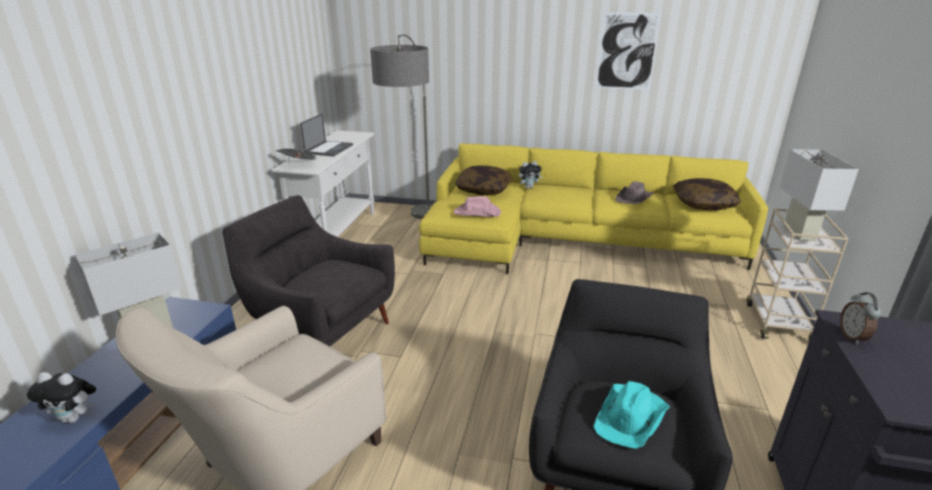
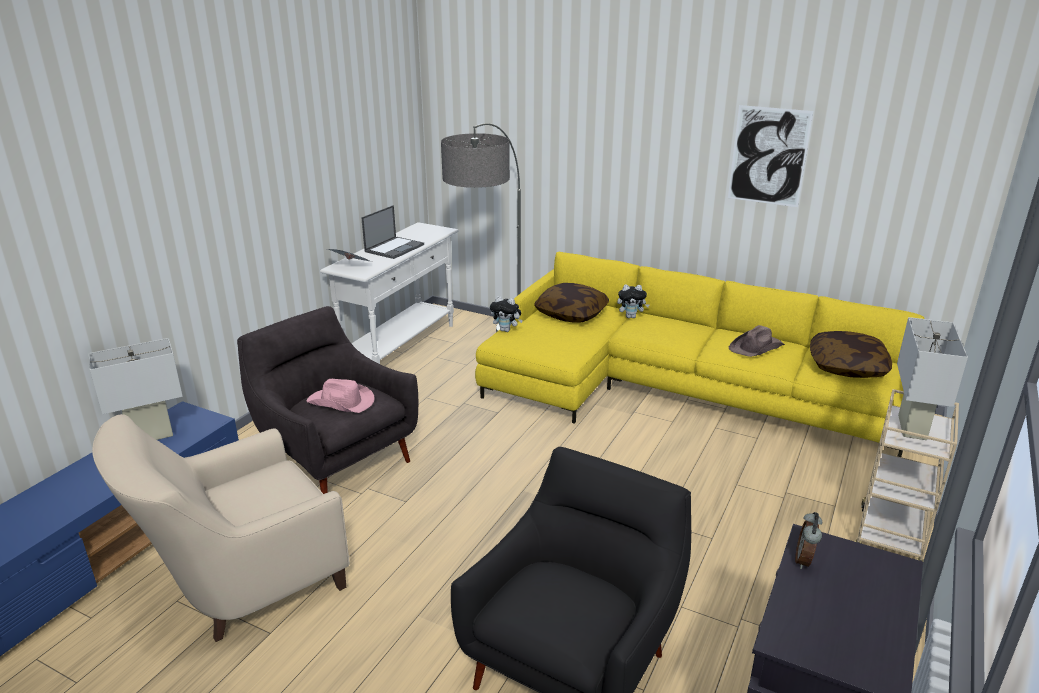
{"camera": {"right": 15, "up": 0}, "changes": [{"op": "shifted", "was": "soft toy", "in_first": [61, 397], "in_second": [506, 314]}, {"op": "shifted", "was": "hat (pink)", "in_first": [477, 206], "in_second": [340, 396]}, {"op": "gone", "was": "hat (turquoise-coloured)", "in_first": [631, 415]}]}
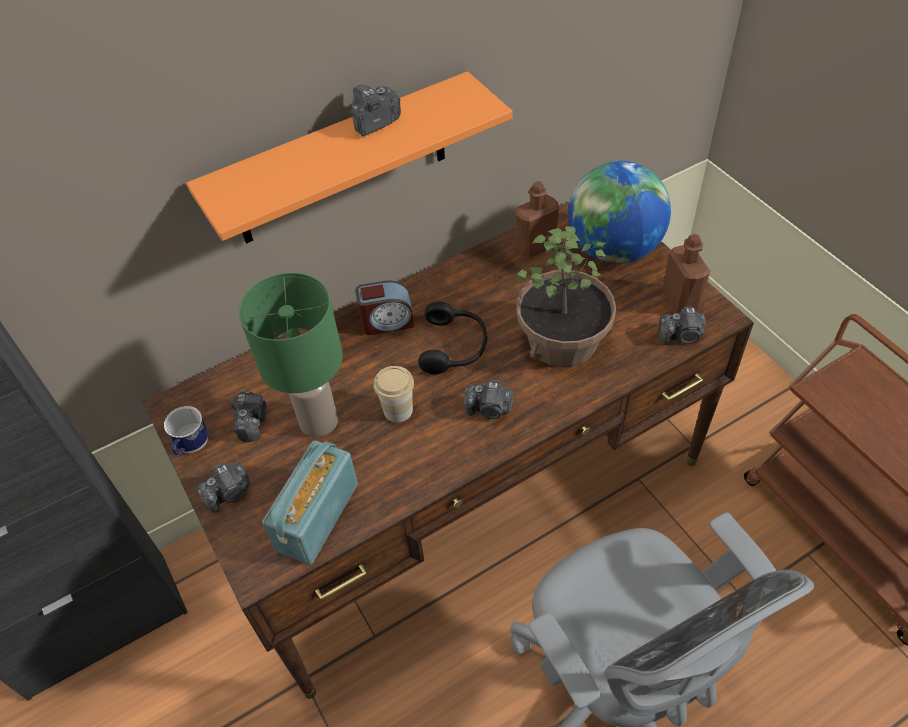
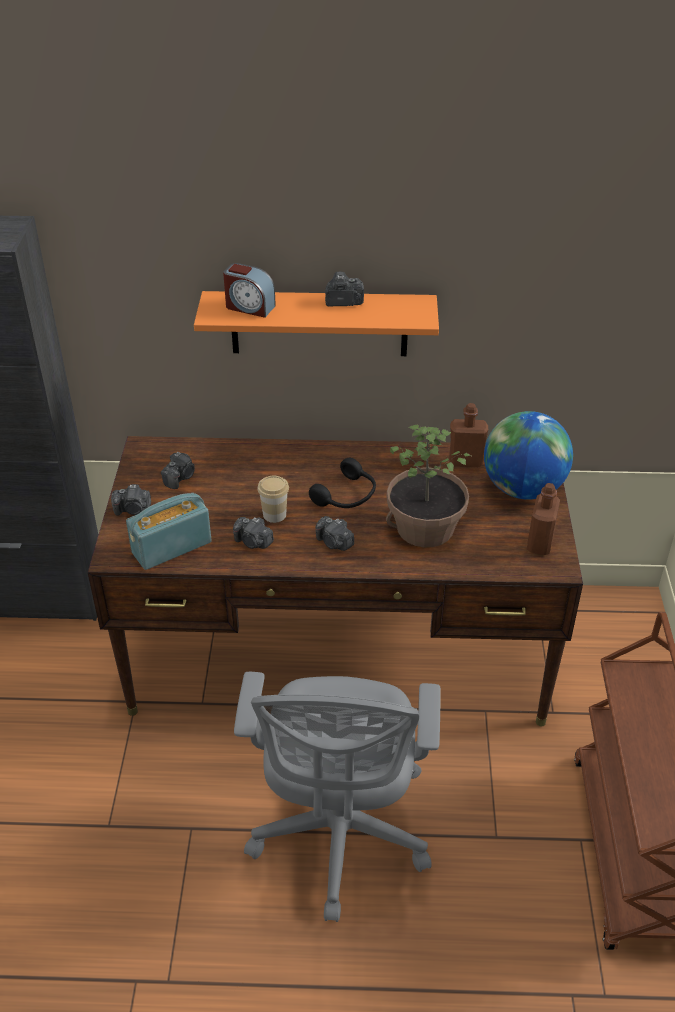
{"camera": {"right": 30, "up": -10}, "changes": [{"op": "gone", "was": "coffee mug", "in_first": [186, 430]}, {"op": "gone", "was": "lamp for a table (greenish)", "in_first": [291, 355]}, {"op": "shifted", "was": "alarm clock", "in_first": [384, 307], "in_second": [249, 290]}, {"op": "shifted", "was": "still camera", "in_first": [682, 326], "in_second": [253, 533]}]}
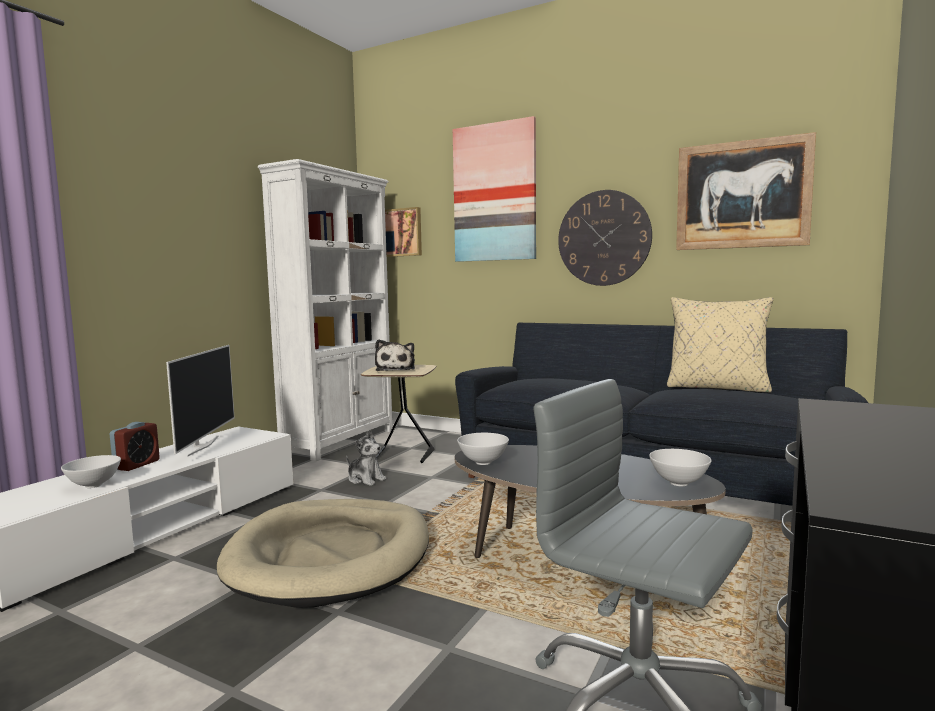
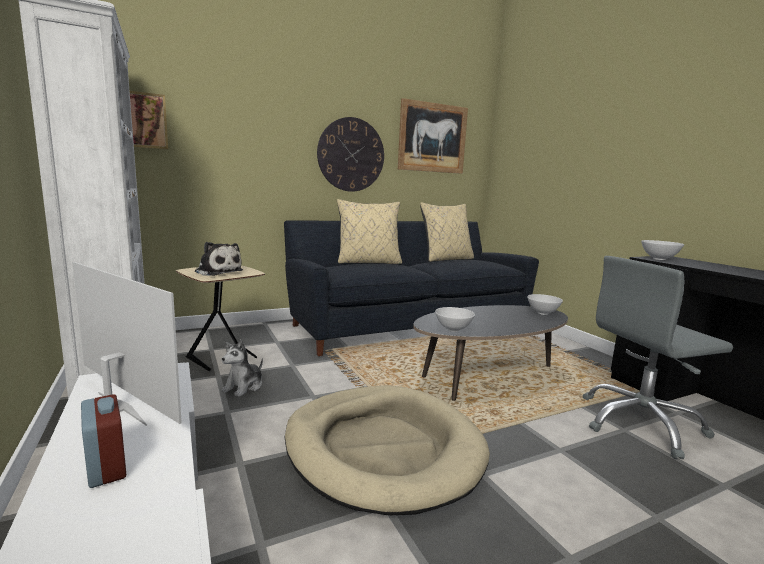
{"camera": {"right": -55, "up": 5}, "changes": [{"op": "shifted", "was": "bowl (whitish)", "in_first": [91, 471], "in_second": [662, 250]}, {"op": "rotated", "was": "soft toy", "in_first": [366, 457], "in_second": [242, 368], "clockwise": 135}, {"op": "gone", "was": "wall picture", "in_first": [494, 189]}, {"op": "new", "now": "throw pillow (beige)", "in_second": [369, 231]}]}
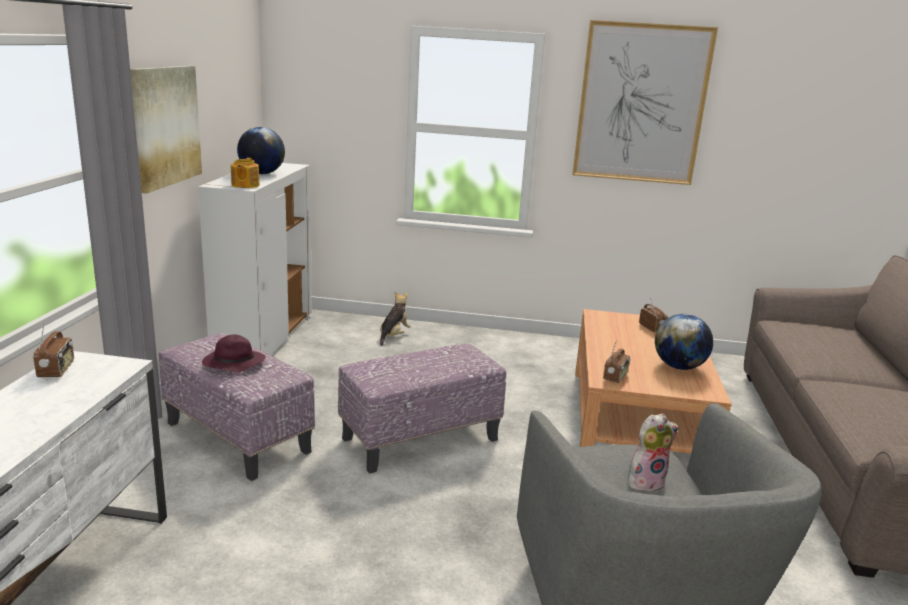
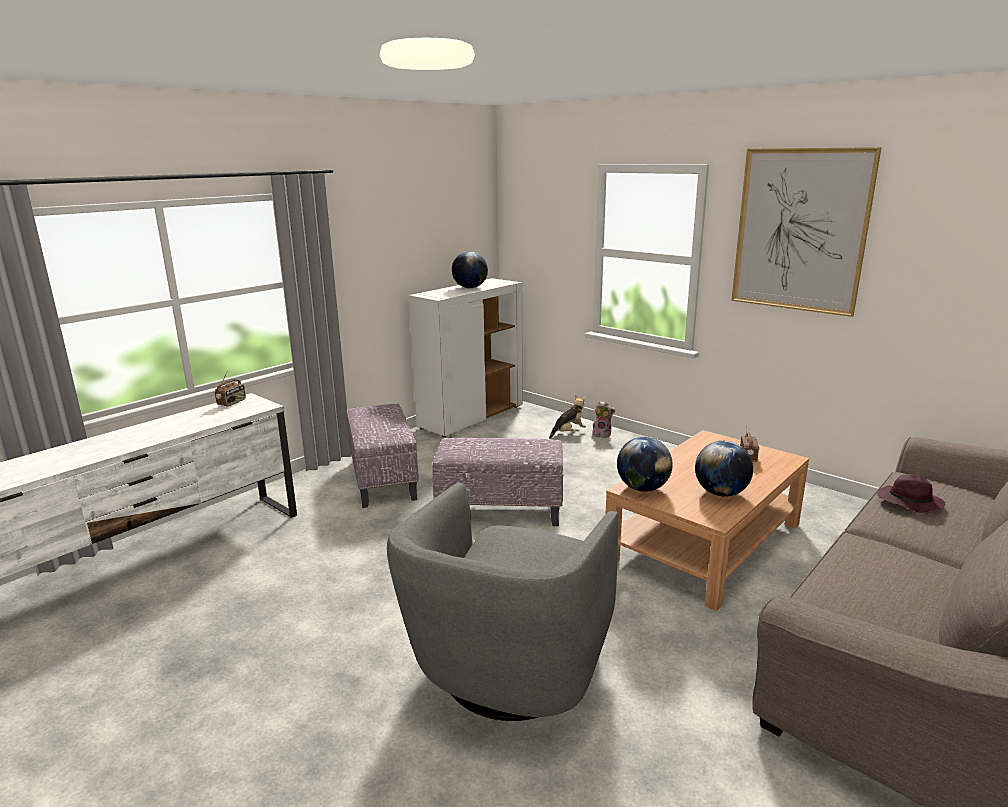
{"camera": {"right": 35, "up": 0}, "changes": [{"op": "gone", "was": "wall picture", "in_first": [166, 130]}, {"op": "shifted", "was": "hat (purple-coloured)", "in_first": [234, 354], "in_second": [911, 493]}, {"op": "gone", "was": "tea pot", "in_first": [245, 173]}, {"op": "swapped", "was": "radio set", "now": "desk globe", "in_first": [616, 361], "in_second": [645, 464]}, {"op": "shifted", "was": "soft toy", "in_first": [653, 453], "in_second": [603, 419]}]}
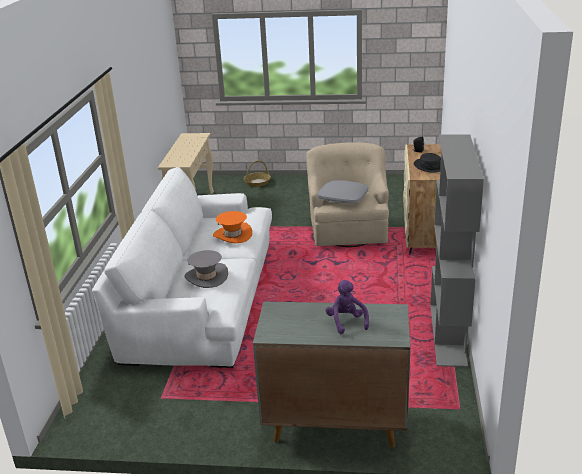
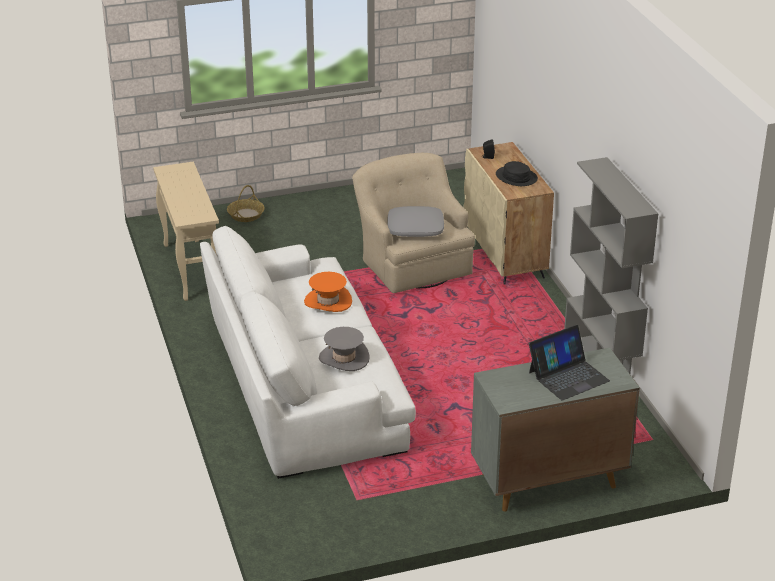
{"camera": {"right": -25, "up": 5}, "changes": [{"op": "swapped", "was": "soft toy (purple-coloured)", "now": "laptop", "in_first": [347, 307], "in_second": [569, 363]}]}
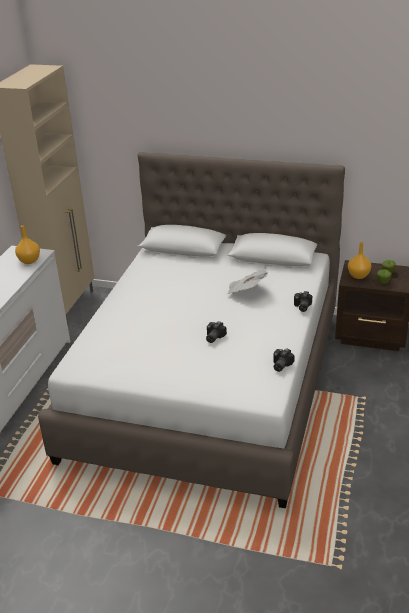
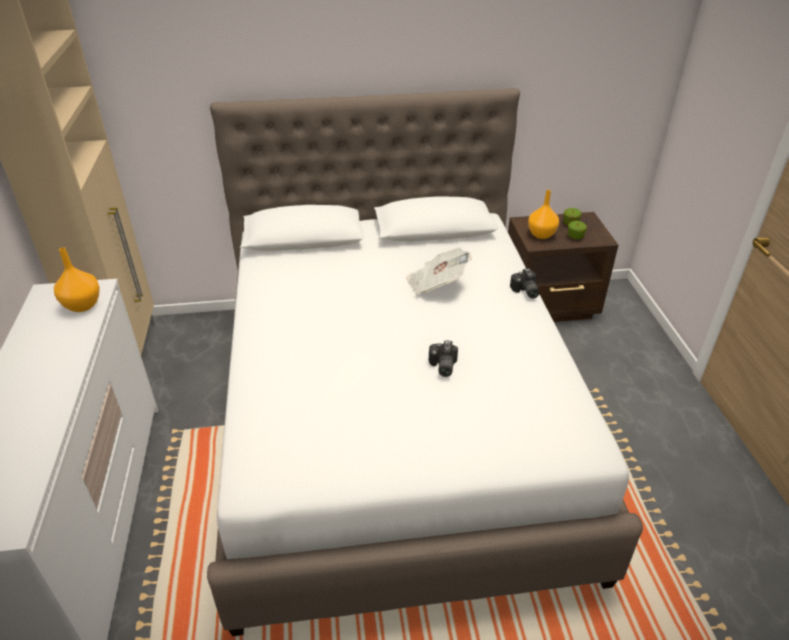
{"camera": {"right": -25, "up": 5}, "changes": [{"op": "gone", "was": "still camera", "in_first": [284, 360]}]}
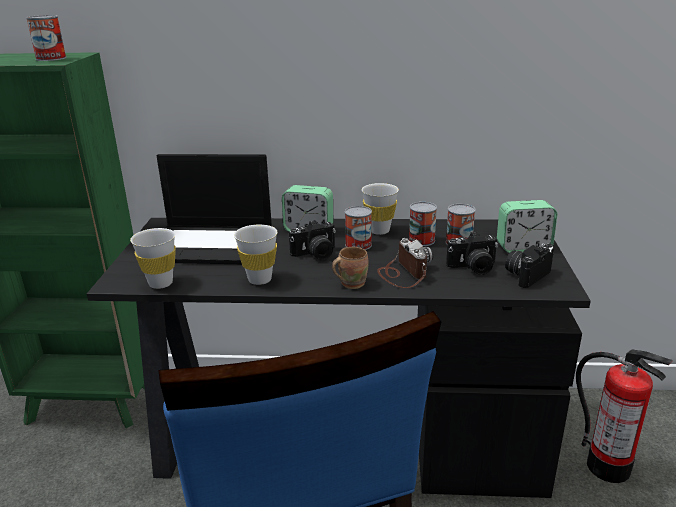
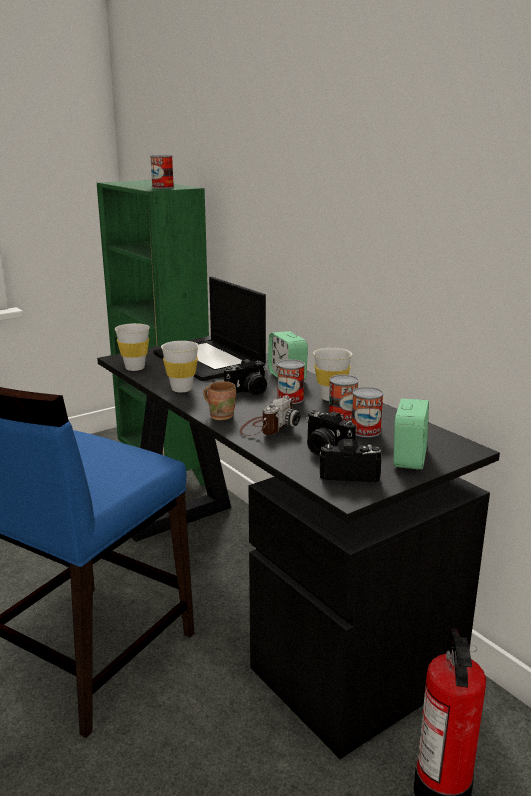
{"camera": {"right": 50, "up": -5}, "changes": [{"op": "rotated", "was": "still camera", "in_first": [312, 240], "in_second": [245, 377], "clockwise": -60}, {"op": "rotated", "was": "alarm clock", "in_first": [527, 226], "in_second": [411, 434], "clockwise": -120}]}
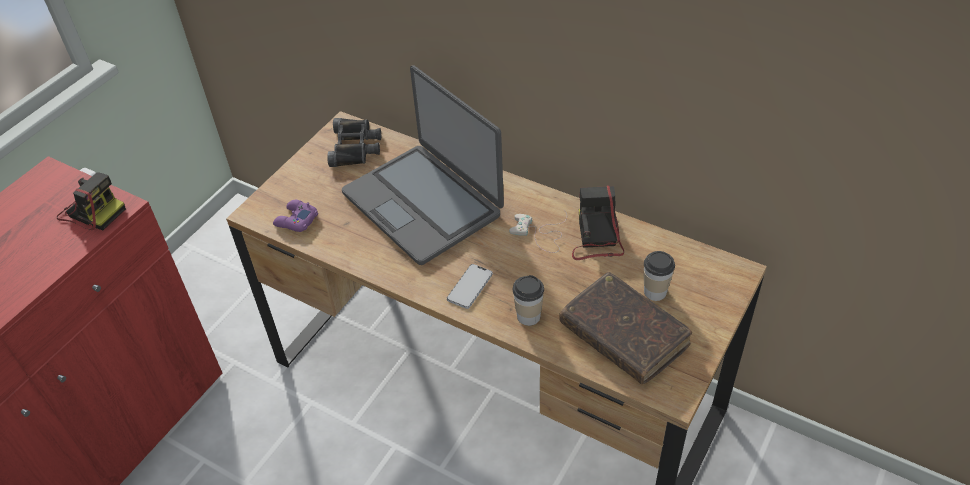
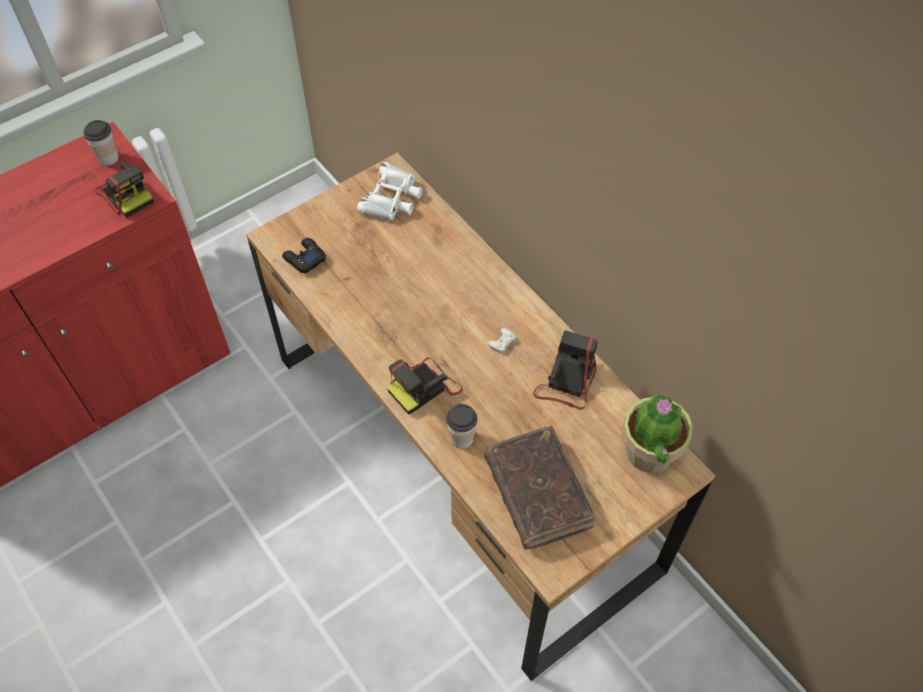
{"camera": {"right": 20, "up": 10}, "changes": [{"op": "repainted", "was": "gamepad (purple-coloured)", "now": "gamepad (black-coloured)", "in_first": [295, 216], "in_second": [304, 255]}, {"op": "repainted", "was": "pair of binoculars (black-coloured)", "now": "pair of binoculars (whitish)", "in_first": [354, 142], "in_second": [389, 191]}, {"op": "gone", "was": "laptop", "in_first": [423, 165]}, {"op": "swapped", "was": "phone", "now": "still camera", "in_first": [470, 286], "in_second": [425, 386]}, {"op": "shifted", "was": "drinking cup", "in_first": [659, 276], "in_second": [101, 143]}, {"op": "new", "now": "plant in a pot", "in_second": [657, 434]}]}
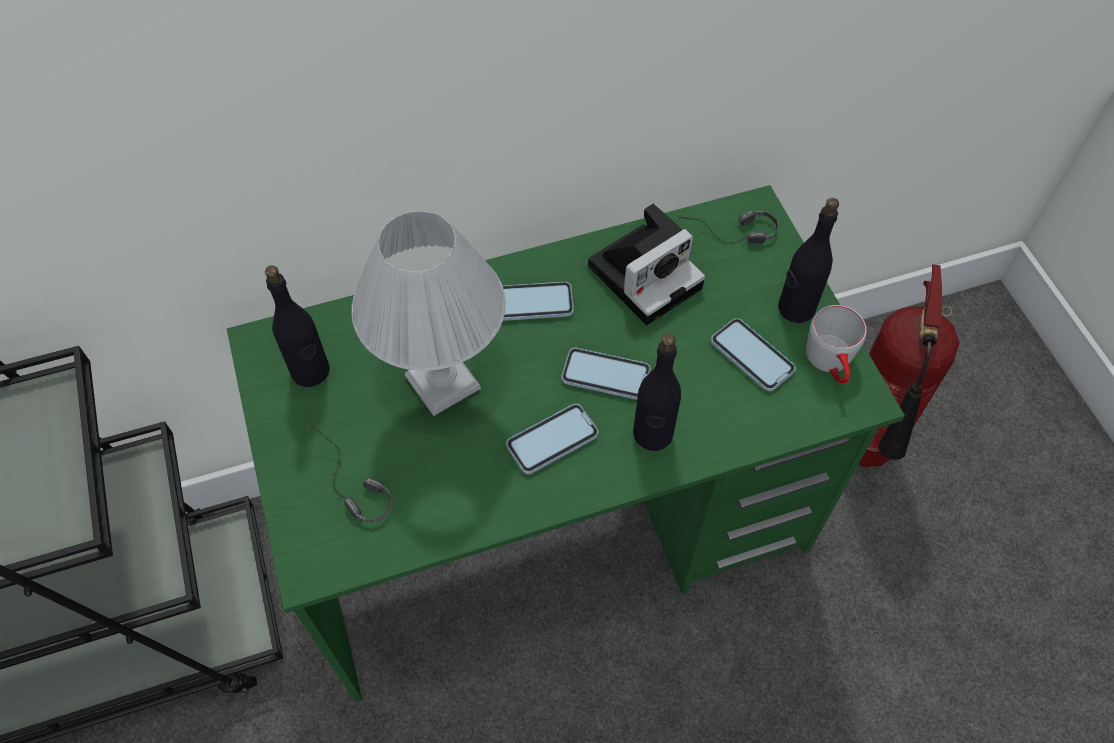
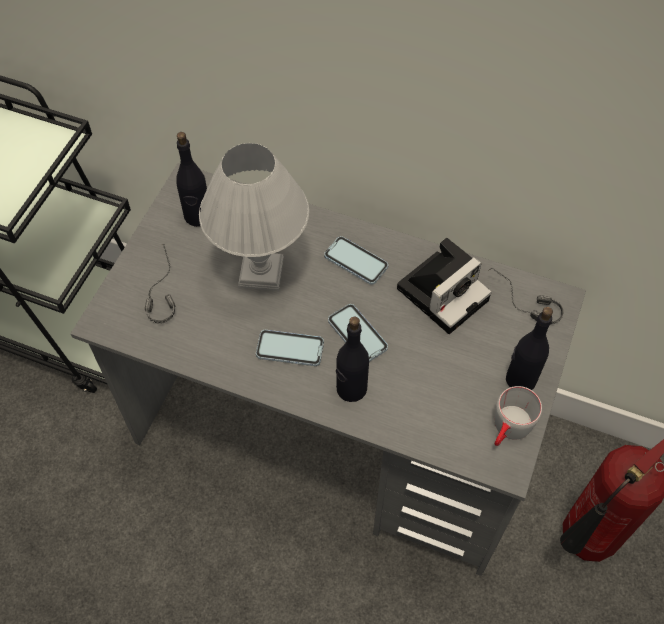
{"camera": {"right": 40, "up": 0}, "changes": [{"op": "repainted", "was": "desk table (greenish)", "now": "desk table (grey)", "in_first": [566, 443], "in_second": [328, 369]}, {"op": "rotated", "was": "still camera", "in_first": [646, 264], "in_second": [444, 286], "clockwise": -45}, {"op": "gone", "was": "phone", "in_first": [753, 355]}]}
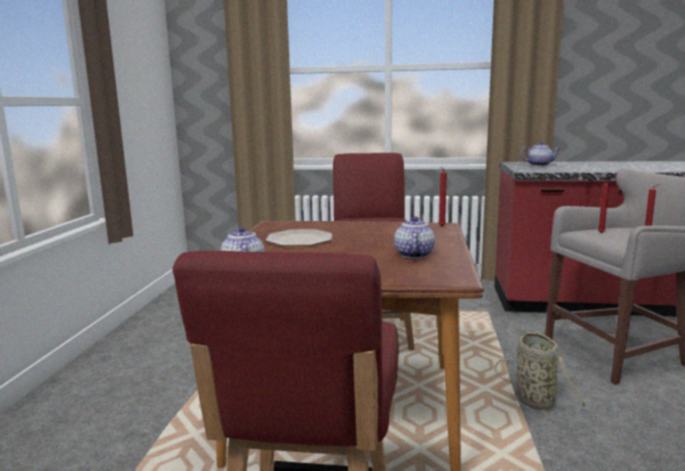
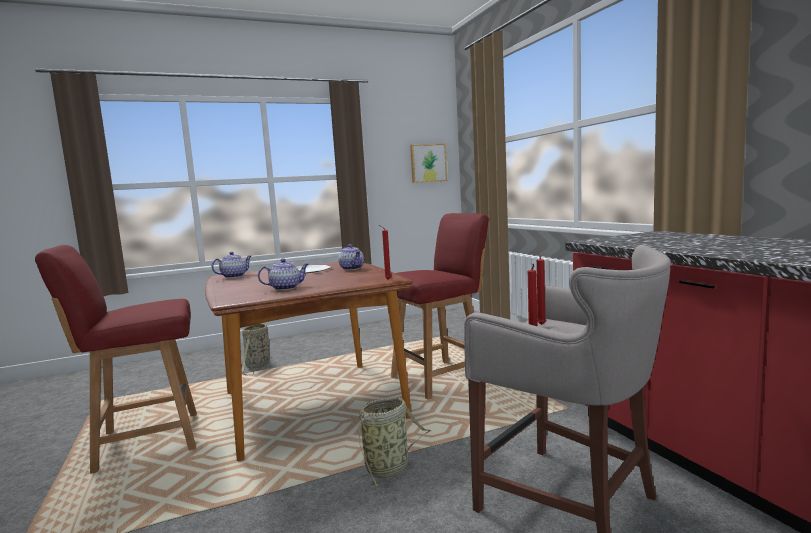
{"camera": {"right": 60, "up": -5}, "changes": [{"op": "shifted", "was": "tea pot", "in_first": [540, 154], "in_second": [351, 257]}, {"op": "new", "now": "basket", "in_second": [256, 349]}, {"op": "new", "now": "wall picture", "in_second": [428, 163]}]}
